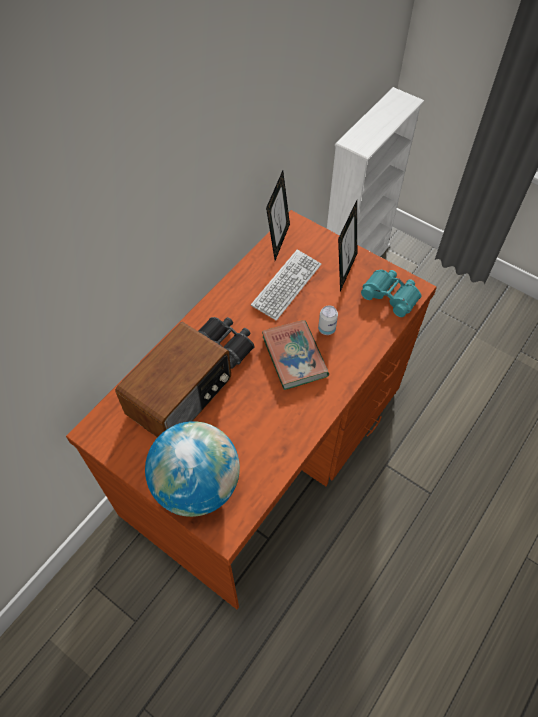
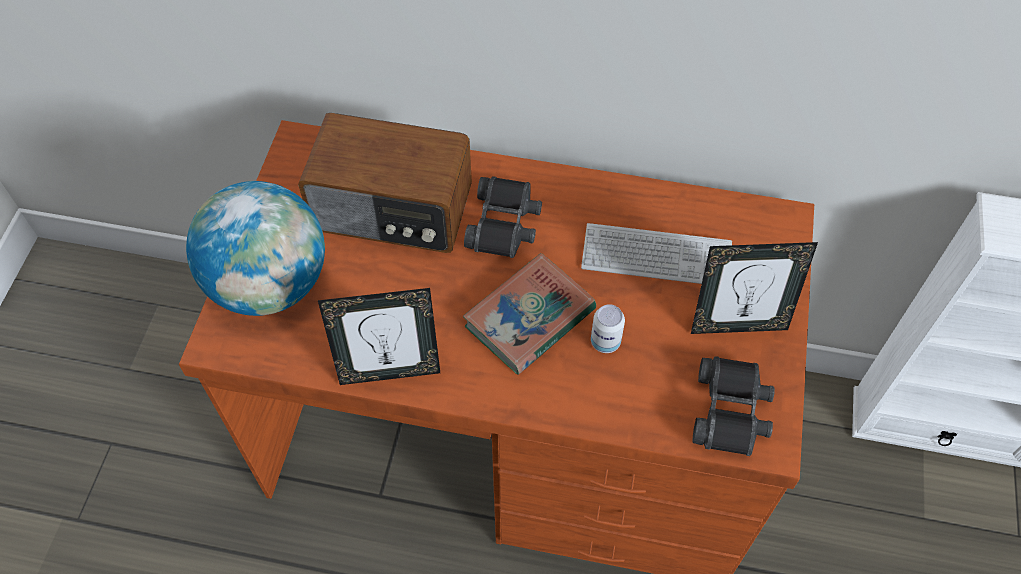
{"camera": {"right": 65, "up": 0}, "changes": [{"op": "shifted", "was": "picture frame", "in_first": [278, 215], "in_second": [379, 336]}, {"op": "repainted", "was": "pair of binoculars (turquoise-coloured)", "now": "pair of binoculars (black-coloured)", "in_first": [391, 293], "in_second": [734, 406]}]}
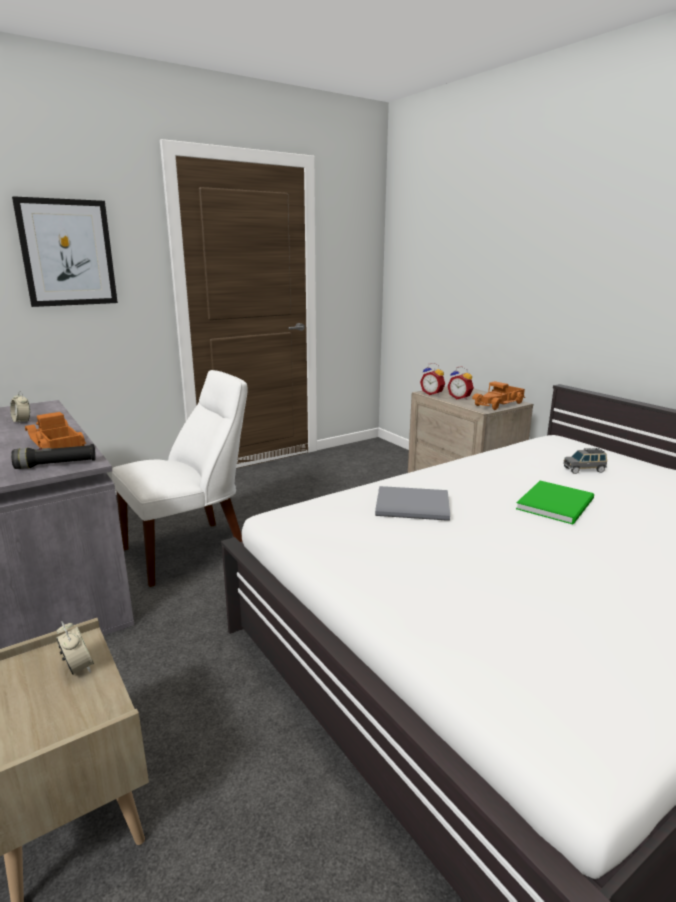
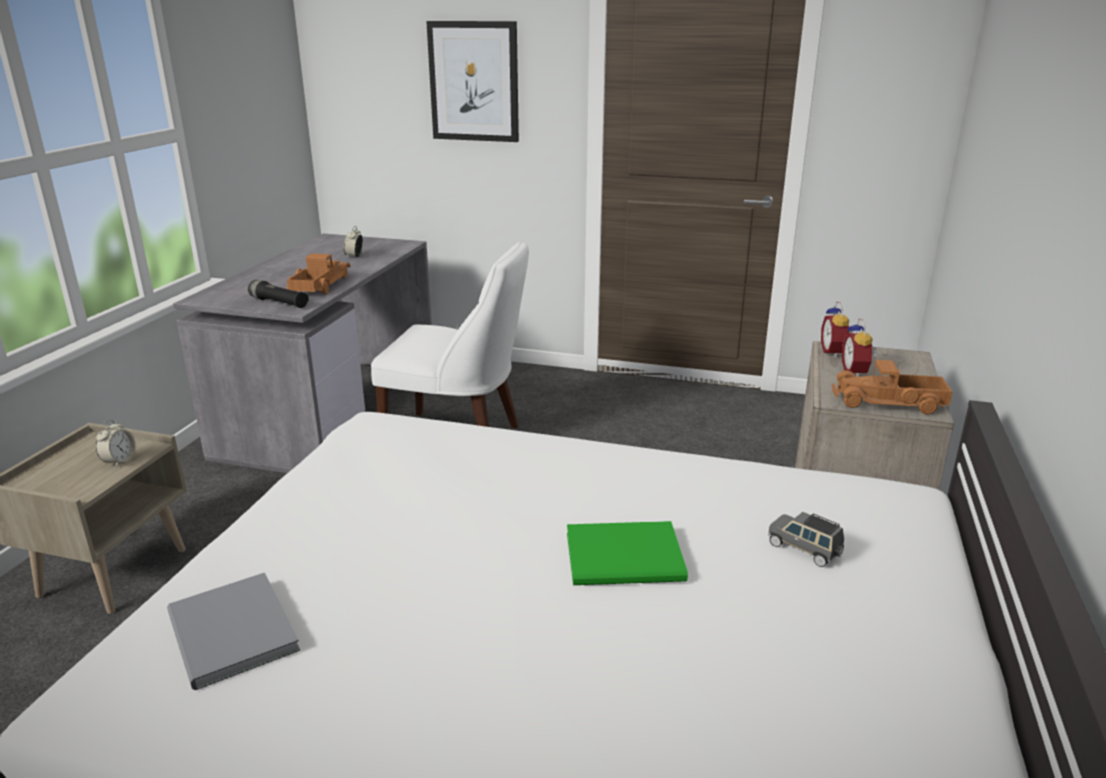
{"camera": {"right": 50, "up": 5}, "changes": [{"op": "shifted", "was": "volume (grey)", "in_first": [412, 503], "in_second": [233, 631]}]}
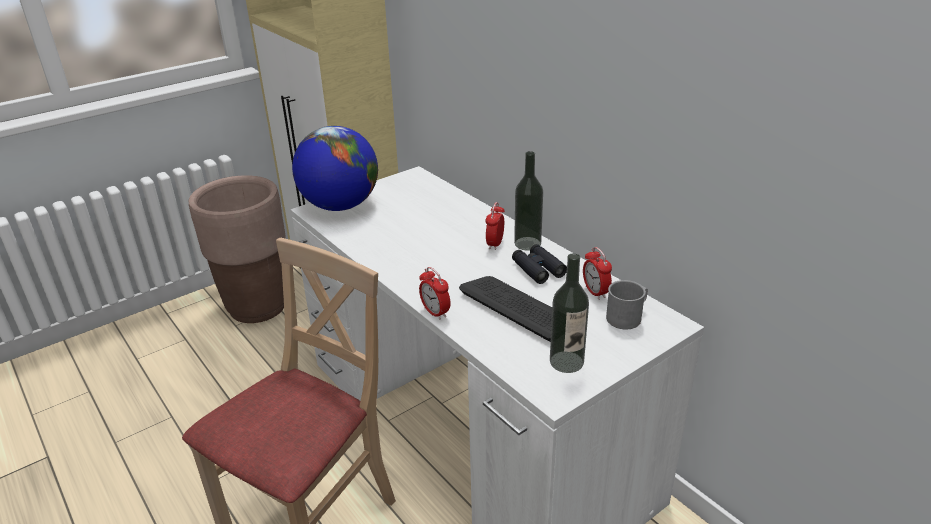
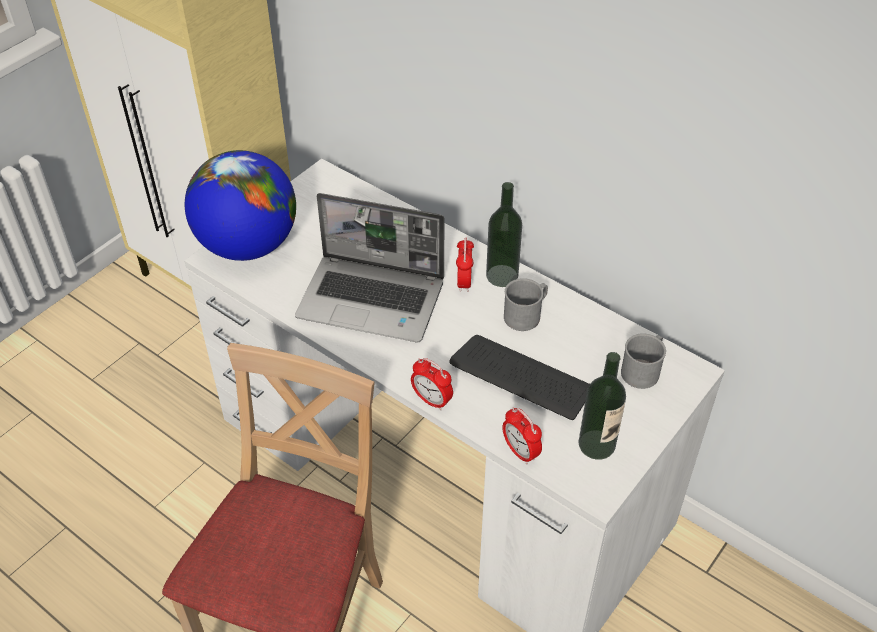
{"camera": {"right": -15, "up": 15}, "changes": [{"op": "gone", "was": "plant pot (brown)", "in_first": [237, 249]}, {"op": "swapped", "was": "pair of binoculars (black-coloured)", "now": "coffee mug (grey)", "in_first": [539, 264], "in_second": [526, 304]}, {"op": "shifted", "was": "alarm clock", "in_first": [597, 273], "in_second": [522, 435]}, {"op": "new", "now": "laptop", "in_second": [370, 268]}]}
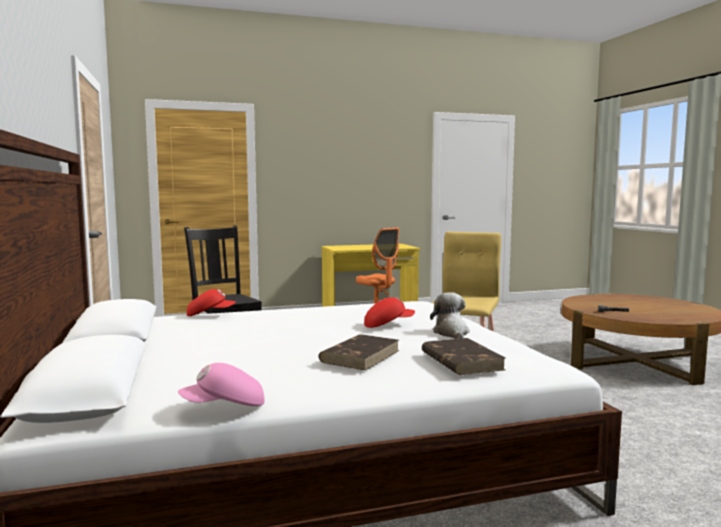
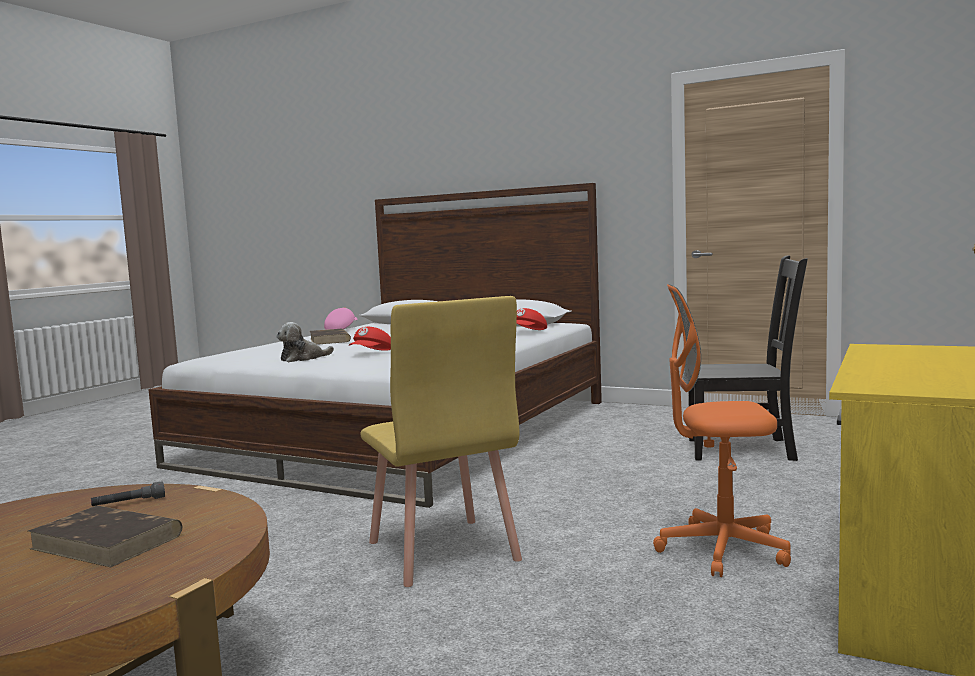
{"camera": {"right": 135, "up": 0}, "changes": [{"op": "shifted", "was": "volume (brown)", "in_first": [463, 356], "in_second": [105, 537]}, {"op": "rotated", "was": "soft toy", "in_first": [450, 315], "in_second": [305, 342], "clockwise": 105}]}
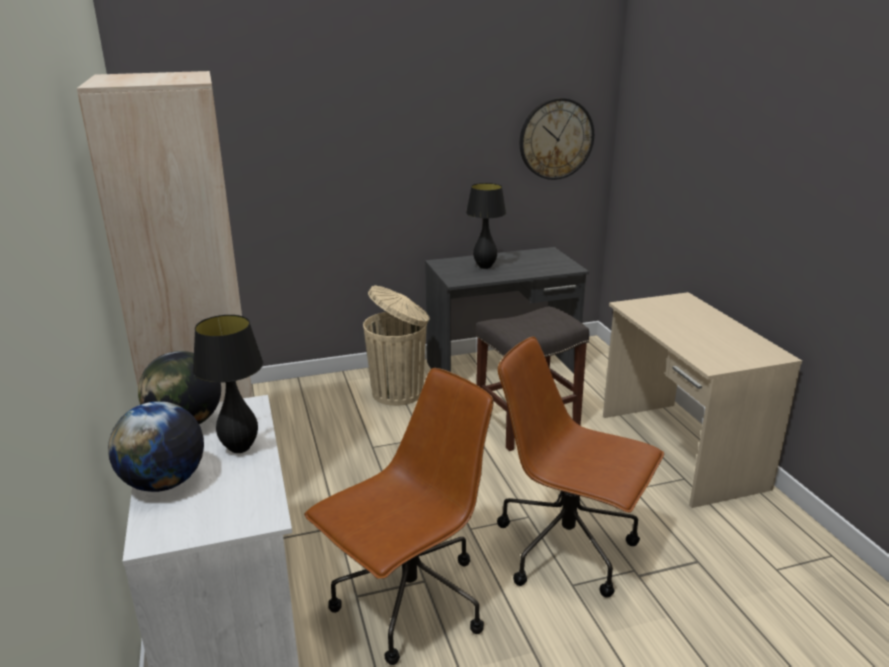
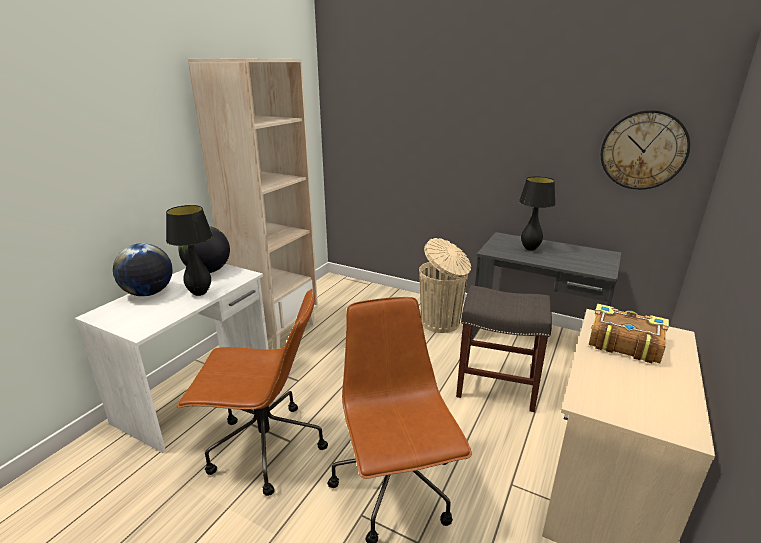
{"camera": {"right": 45, "up": 0}, "changes": [{"op": "new", "now": "volume", "in_second": [629, 333]}]}
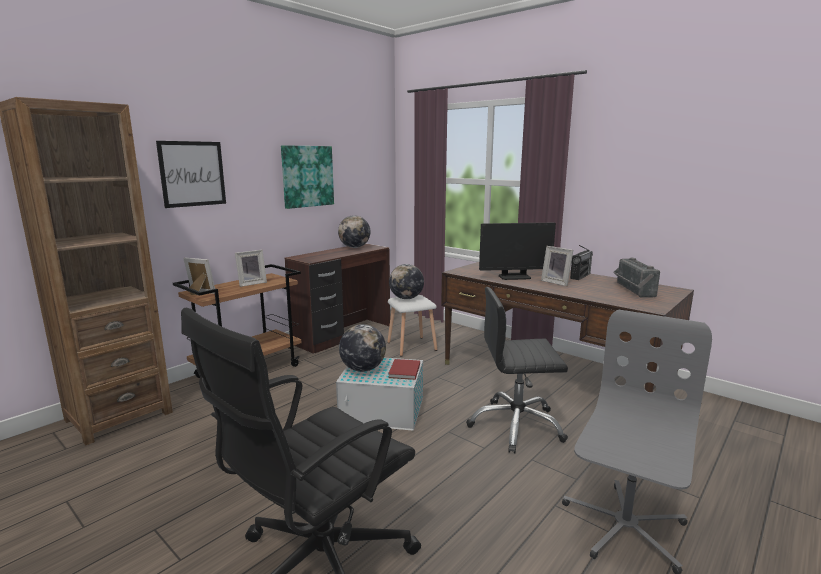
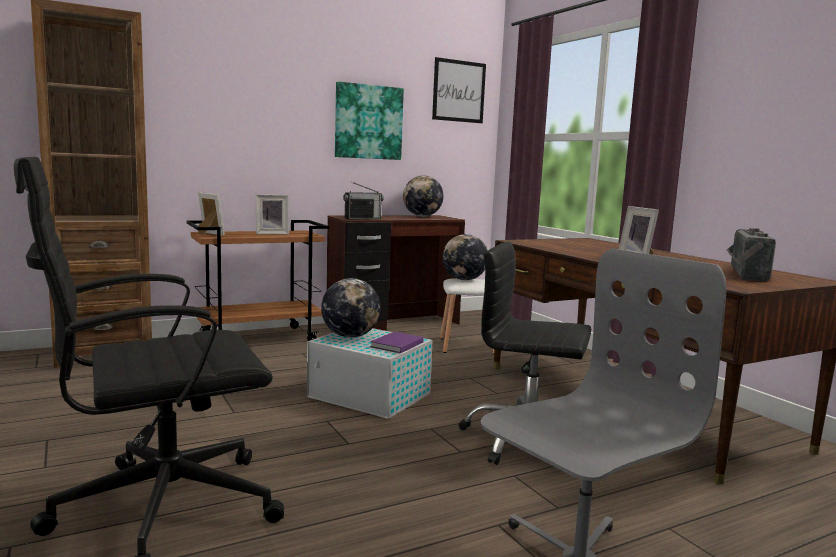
{"camera": {"right": 20, "up": -5}, "changes": [{"op": "shifted", "was": "wall picture", "in_first": [191, 174], "in_second": [459, 90]}, {"op": "repainted", "was": "volume (red-coloured)", "now": "volume (purple-coloured)", "in_first": [404, 369], "in_second": [397, 342]}, {"op": "gone", "was": "monitor", "in_first": [517, 251]}, {"op": "shifted", "was": "radio set", "in_first": [581, 262], "in_second": [363, 200]}]}
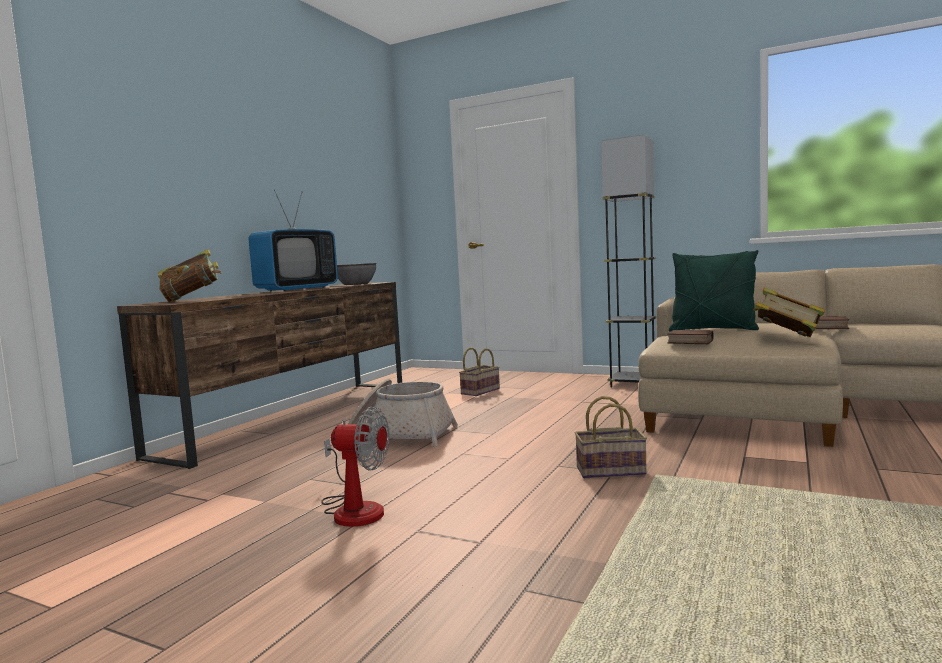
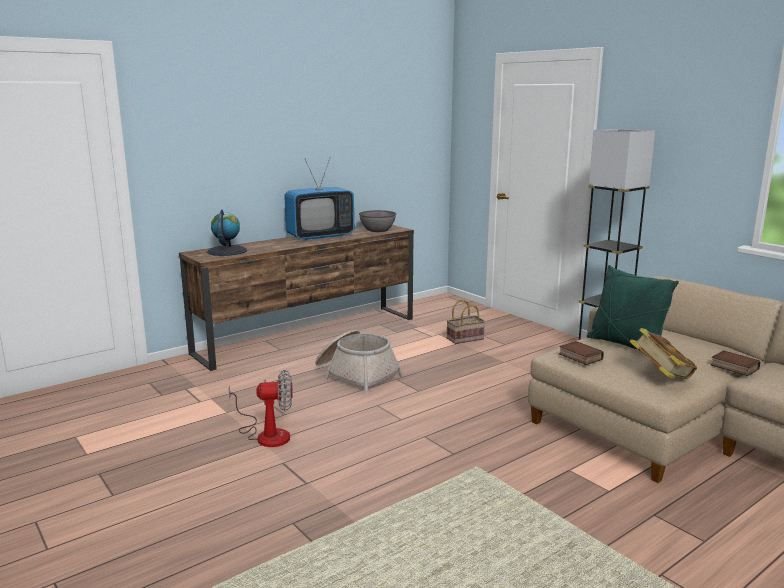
{"camera": {"right": 25, "up": 10}, "changes": [{"op": "swapped", "was": "volume", "now": "desk globe", "in_first": [189, 275], "in_second": [227, 233]}, {"op": "rotated", "was": "fan", "in_first": [355, 467], "in_second": [260, 408], "clockwise": -45}, {"op": "gone", "was": "basket", "in_first": [611, 437]}]}
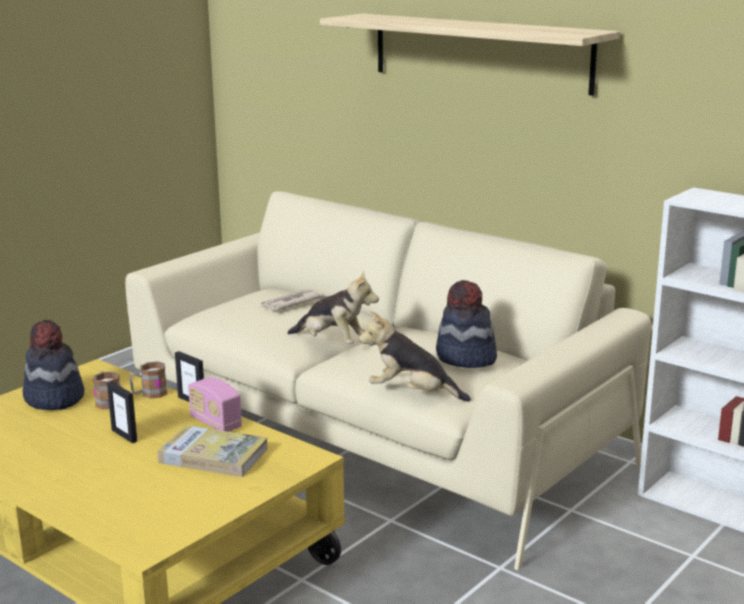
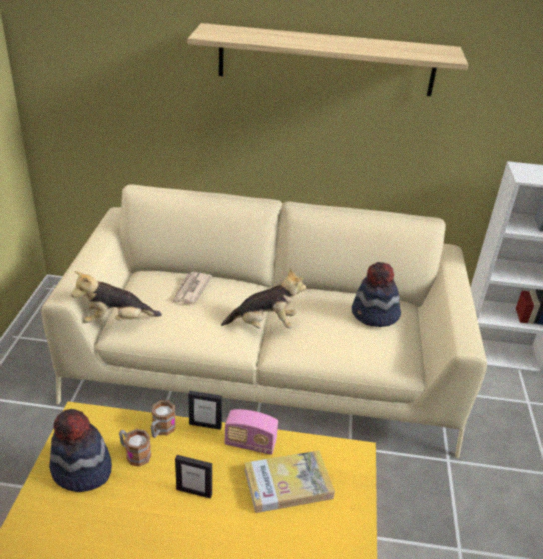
{"camera": {"right": -35, "up": 15}, "changes": [{"op": "shifted", "was": "soft toy", "in_first": [415, 356], "in_second": [116, 297]}]}
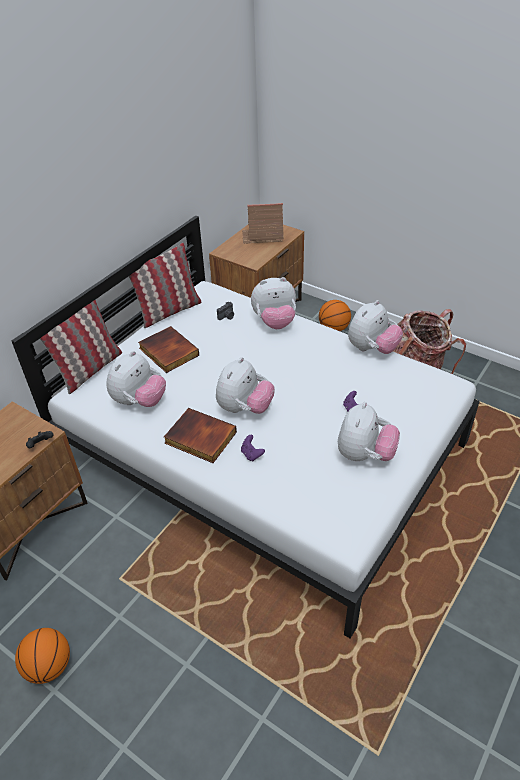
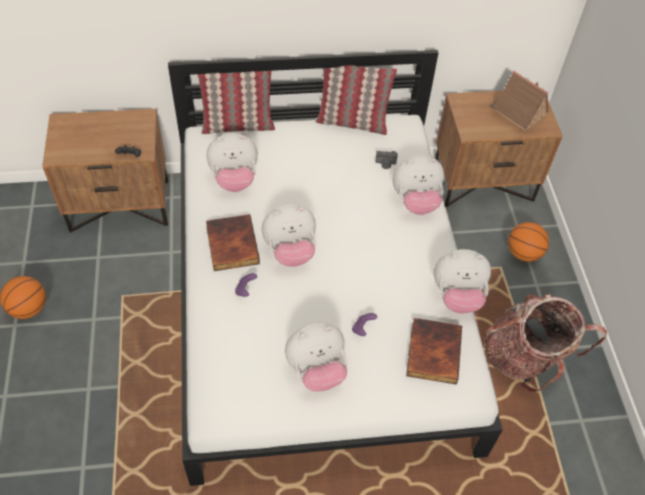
{"camera": {"right": 45, "up": 10}, "changes": [{"op": "shifted", "was": "volume", "in_first": [168, 349], "in_second": [434, 351]}, {"op": "rotated", "was": "soft toy", "in_first": [273, 303], "in_second": [418, 185], "clockwise": -45}]}
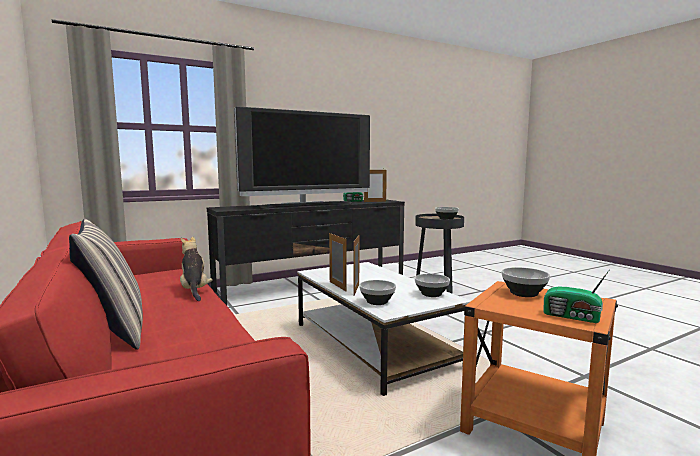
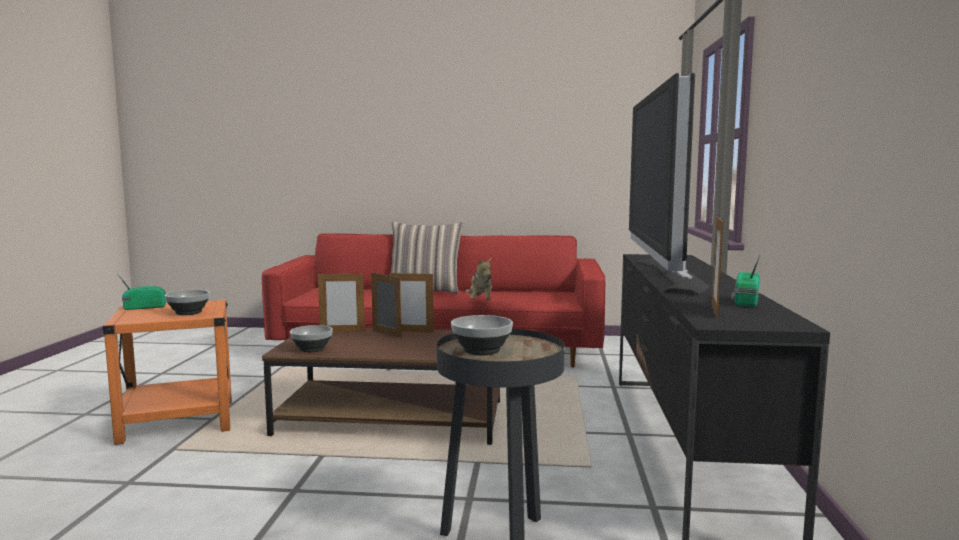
{"camera": {"right": 125, "up": 0}, "changes": [{"op": "rotated", "was": "soft toy", "in_first": [196, 269], "in_second": [479, 279], "clockwise": 75}, {"op": "repainted", "was": "low table (whitish)", "now": "low table (brown)", "in_first": [384, 329], "in_second": [381, 386]}, {"op": "swapped", "was": "bowl", "now": "picture frame", "in_first": [377, 292], "in_second": [341, 302]}]}
